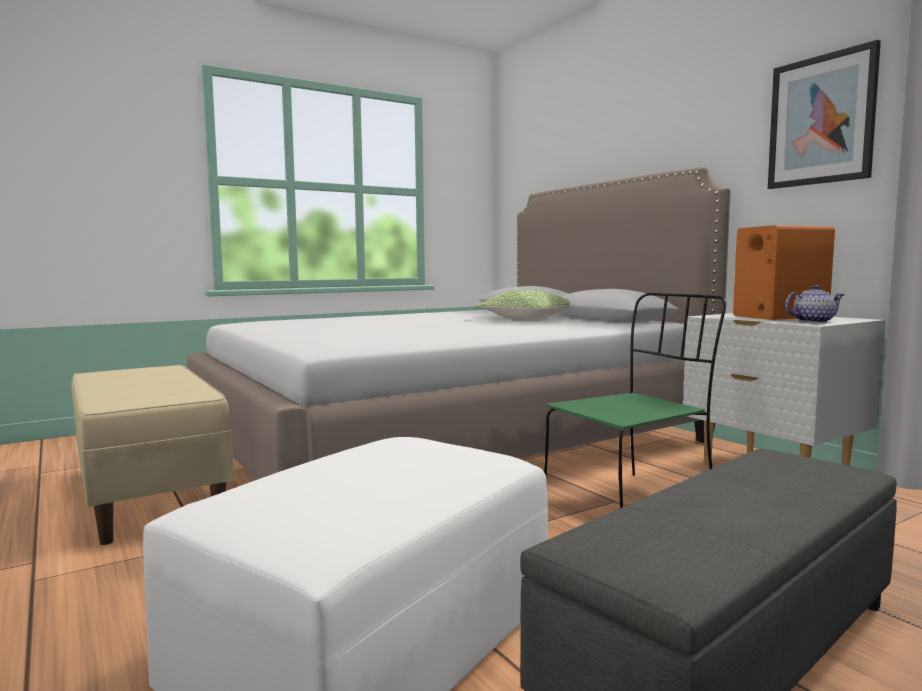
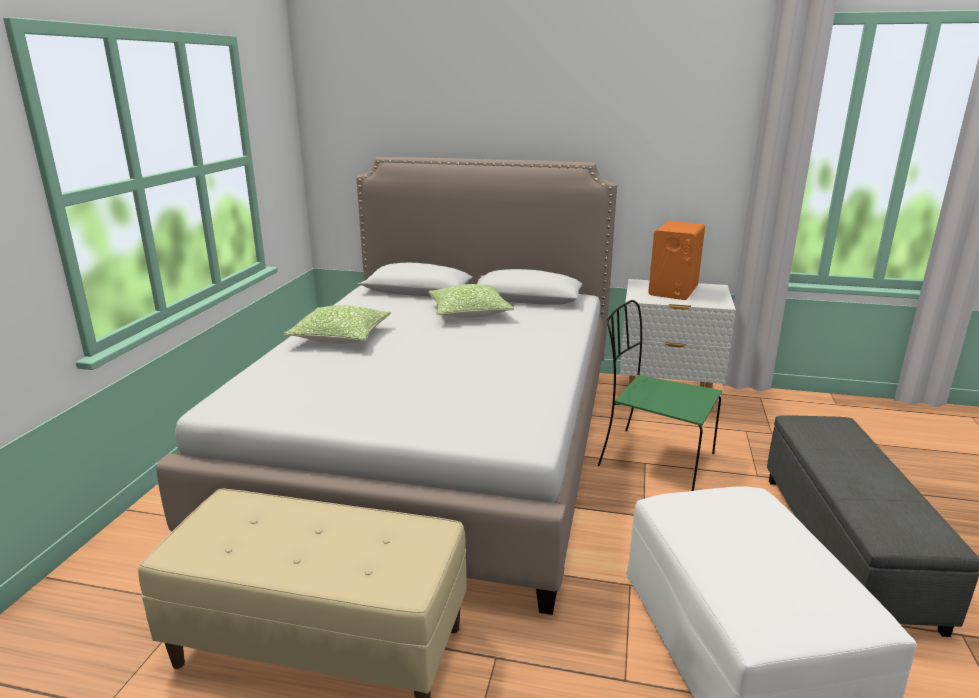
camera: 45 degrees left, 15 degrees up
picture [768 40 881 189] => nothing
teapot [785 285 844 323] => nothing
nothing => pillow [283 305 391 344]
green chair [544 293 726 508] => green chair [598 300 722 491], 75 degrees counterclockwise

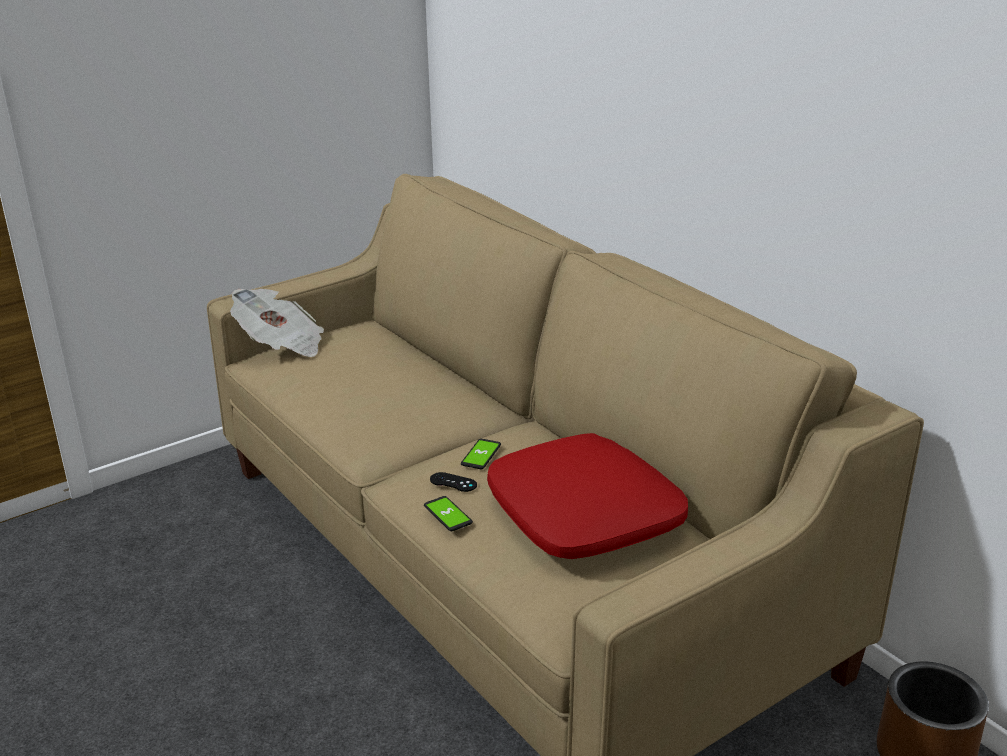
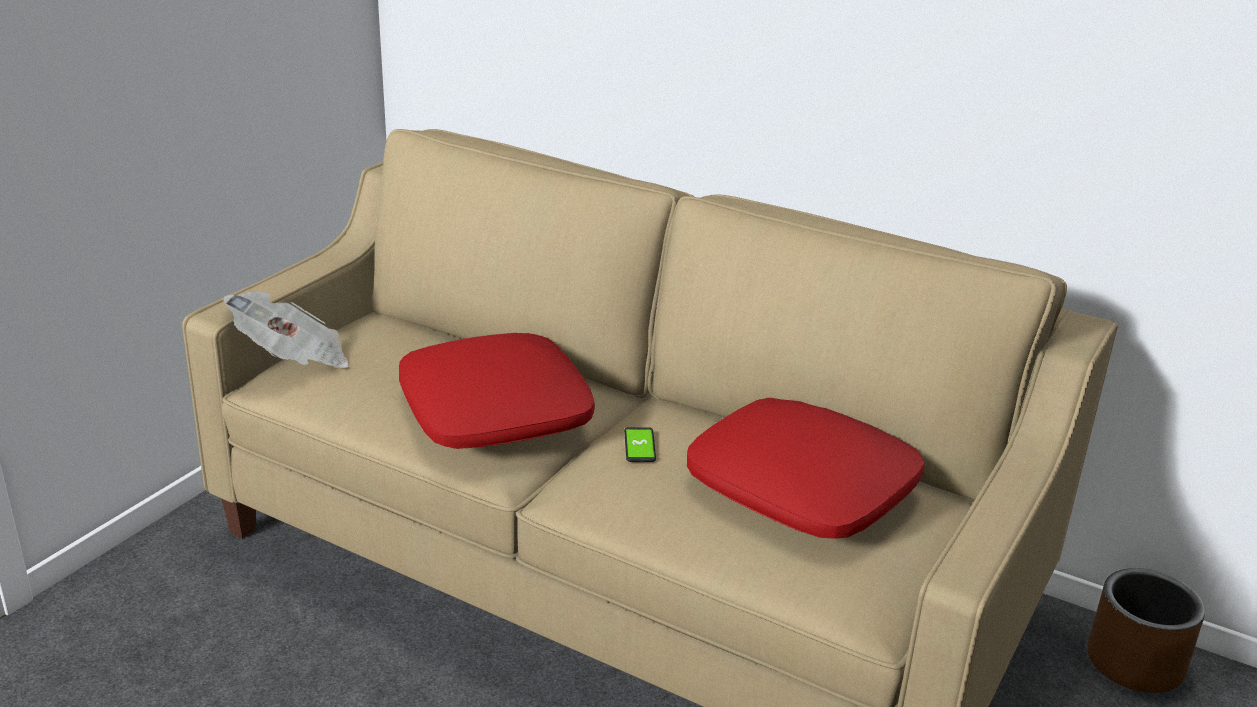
camera: 25 degrees left, 0 degrees up
phone [424 496 473 531] => nothing
black game controller [430 472 477 492] => nothing
nothing => red pillow [399 333 595 449]

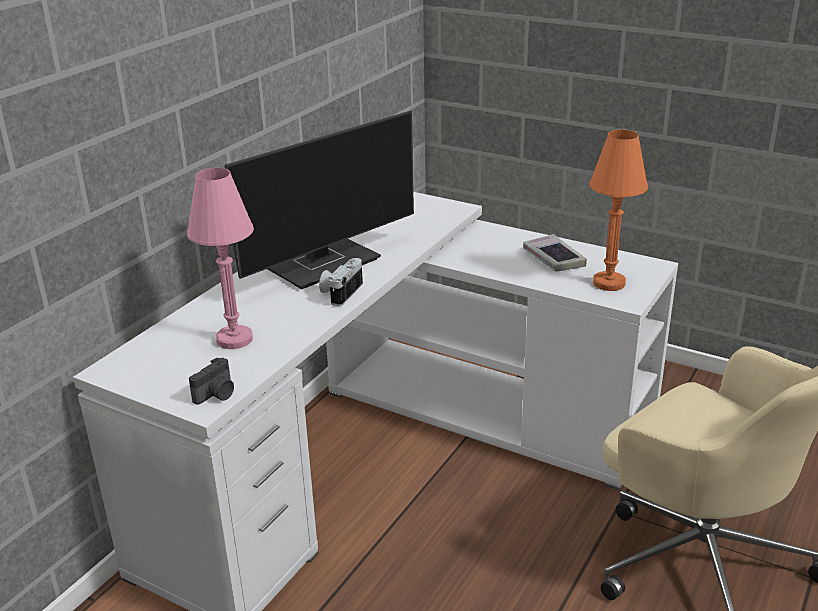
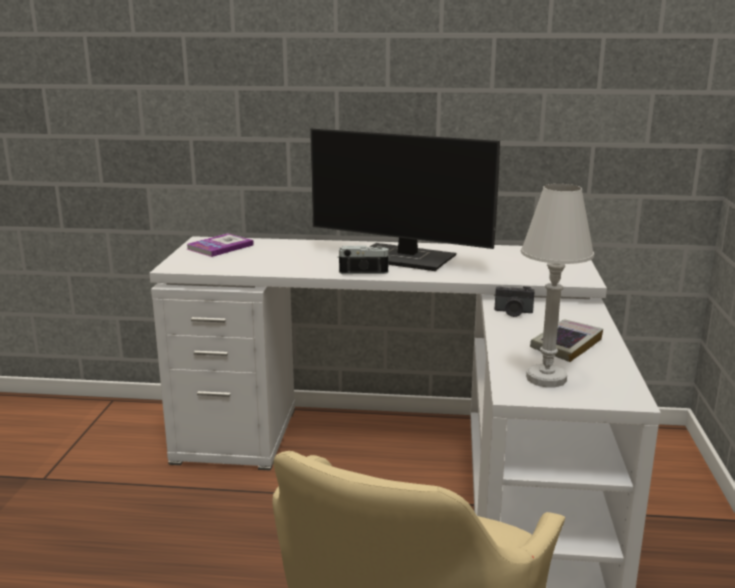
camera: 65 degrees right, 10 degrees down
pink table lamp [187 168 254 349] => nothing
nothing => book [187 233 254 257]
photo camera [189 358 234 405] => photo camera [495 286 535 317], moved
orange table lamp [589 130 648 291] => white table lamp [520 184 594 387]

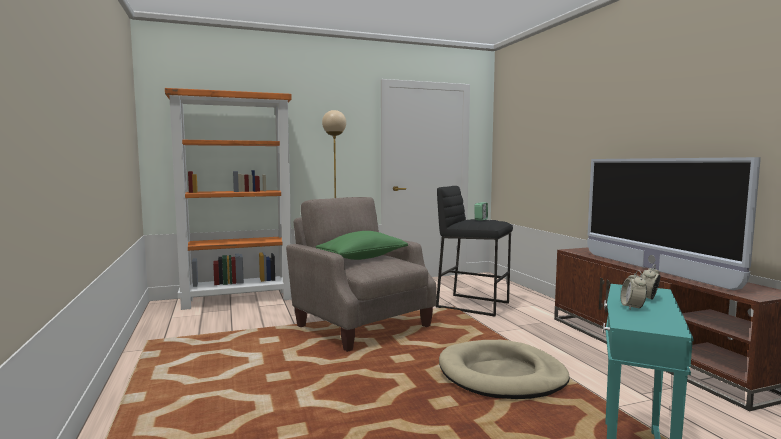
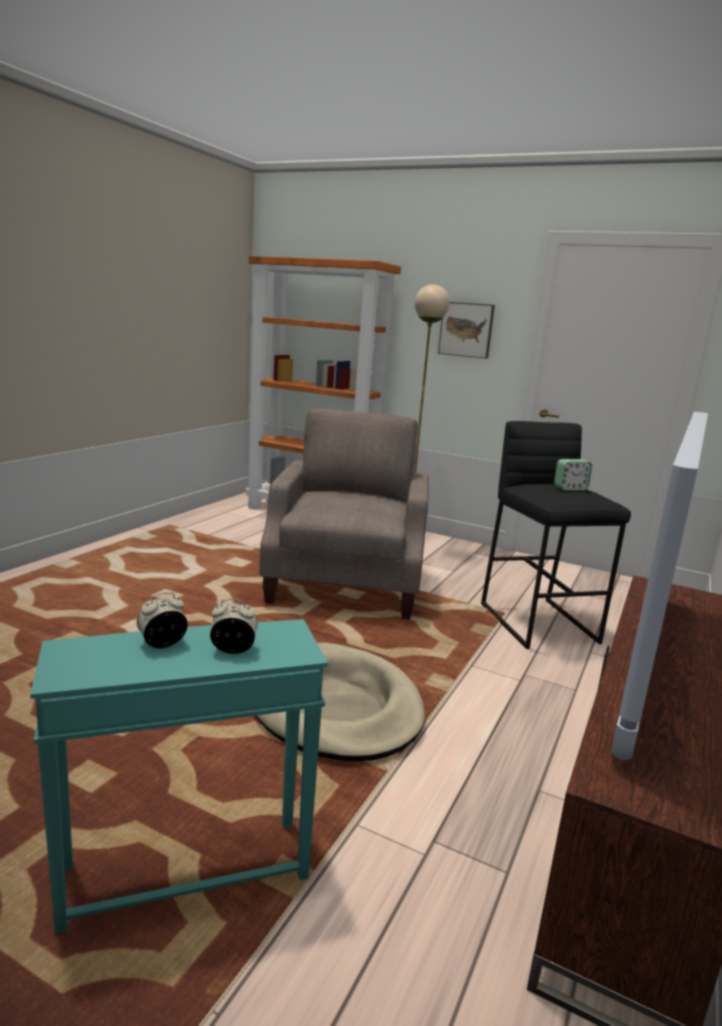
camera: 45 degrees right, 10 degrees up
green pillow [316 231 408 260] => nothing
nothing => picture [438 302 495 359]

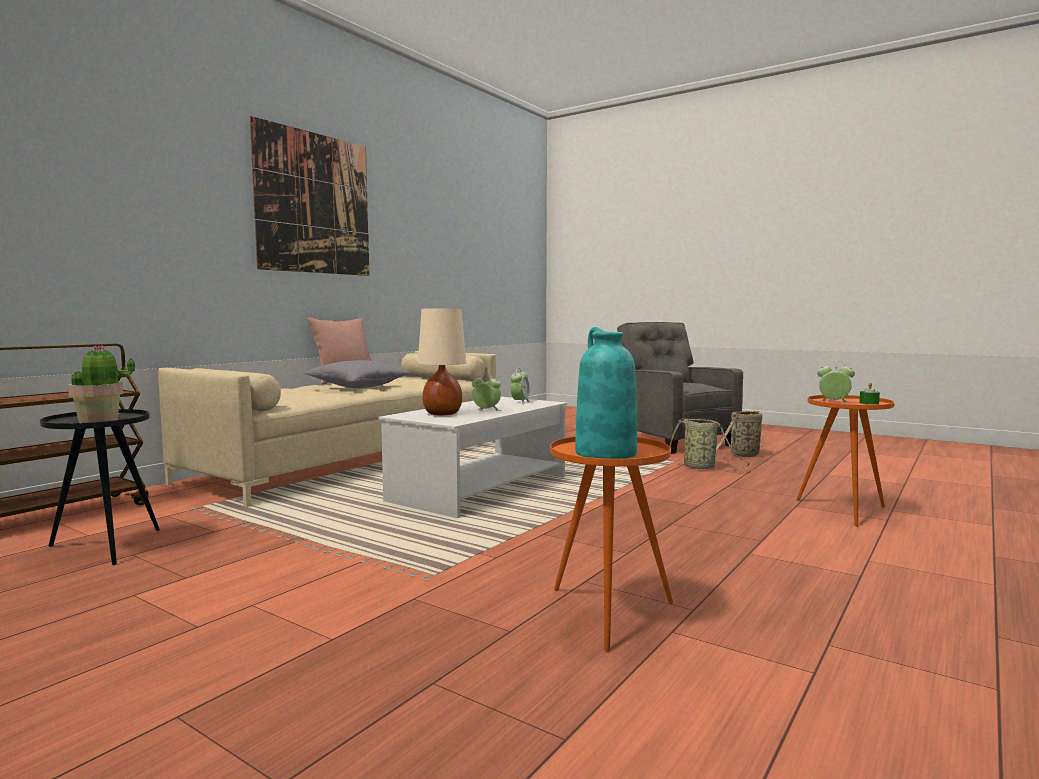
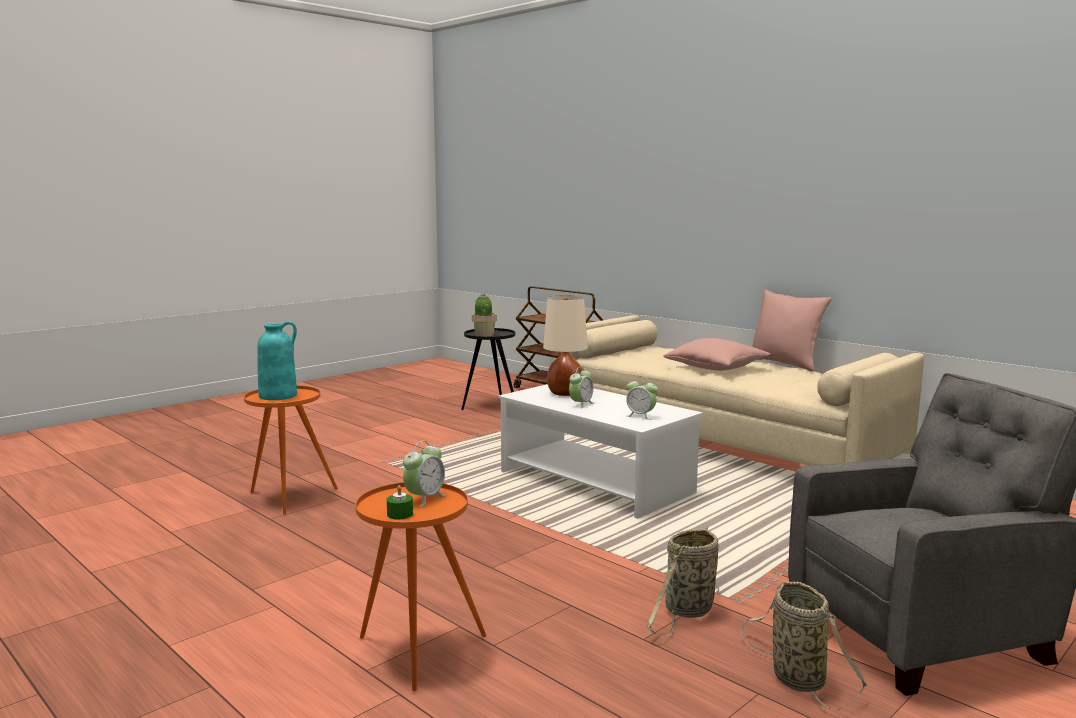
camera: 100 degrees right, 5 degrees up
picture [250 116 369 276] => nothing
grey pillow [305 360 410 388] => pink pillow [663 338 771 371]

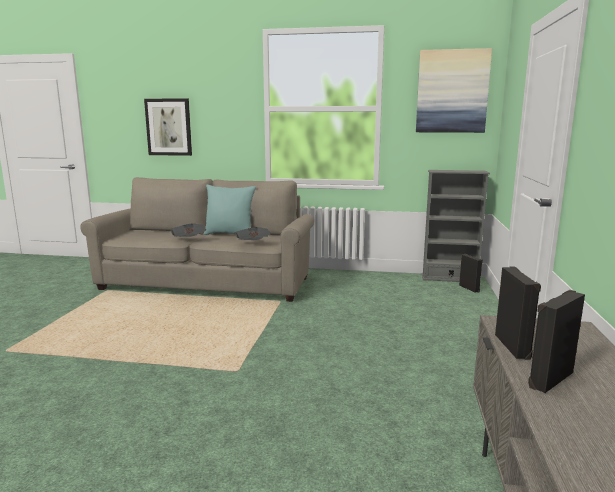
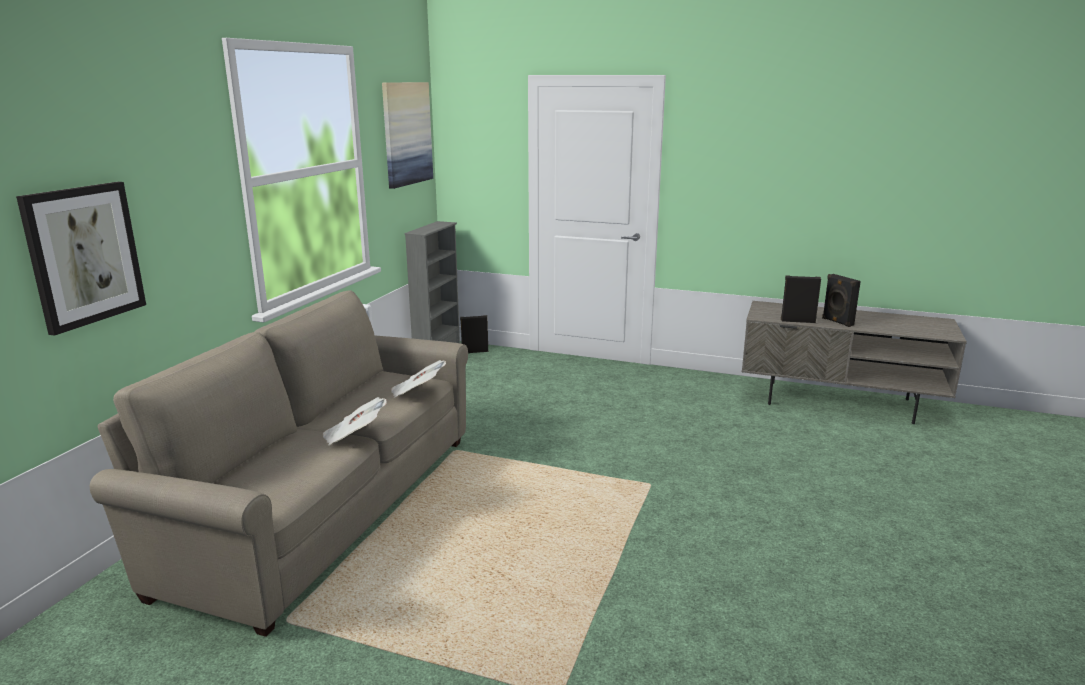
camera: 80 degrees left, 5 degrees up
turquoise pillow [204 185 256 235] => nothing

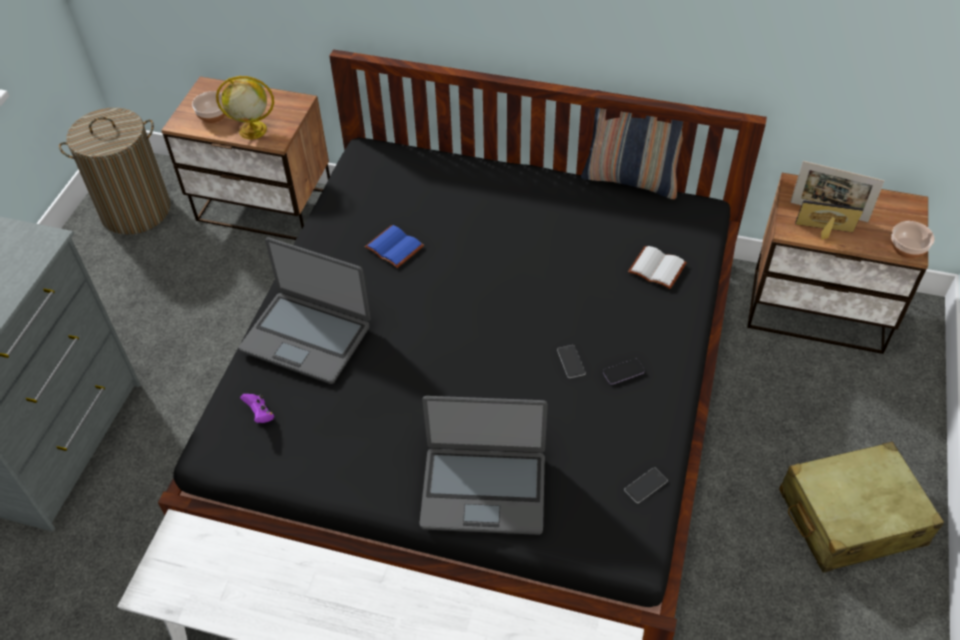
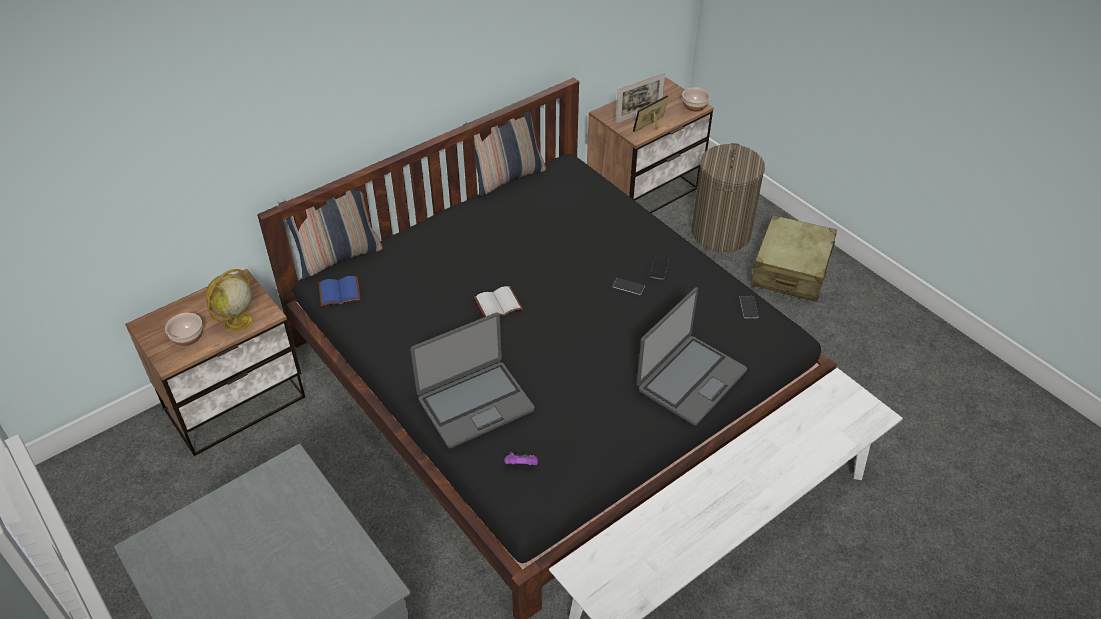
camera: 55 degrees left, 5 degrees down
nothing => pillow [279 189 383 279]
laundry basket [59 108 171 234] => laundry basket [692 143 765 252], moved
blue book [365 225 424 268] => blue book [319 276 361 307], moved
white book [628 246 687 289] => white book [474 286 523 317], moved

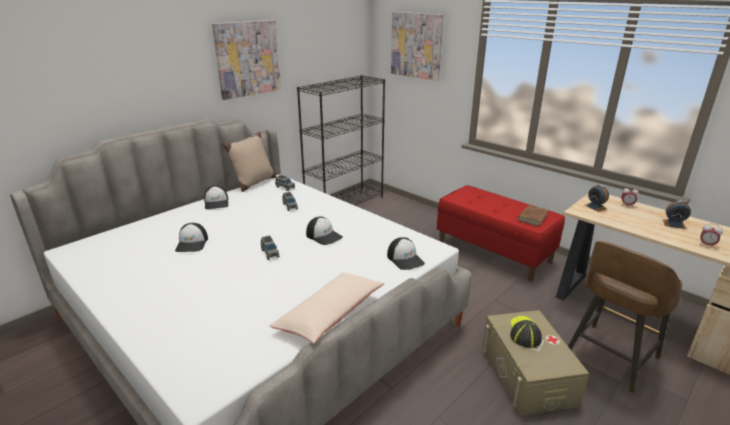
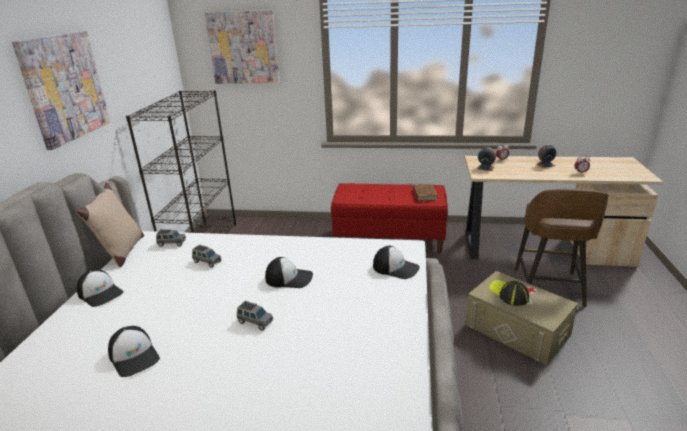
camera: 35 degrees left, 0 degrees up
beige pillow [269 273 384 343] => nothing

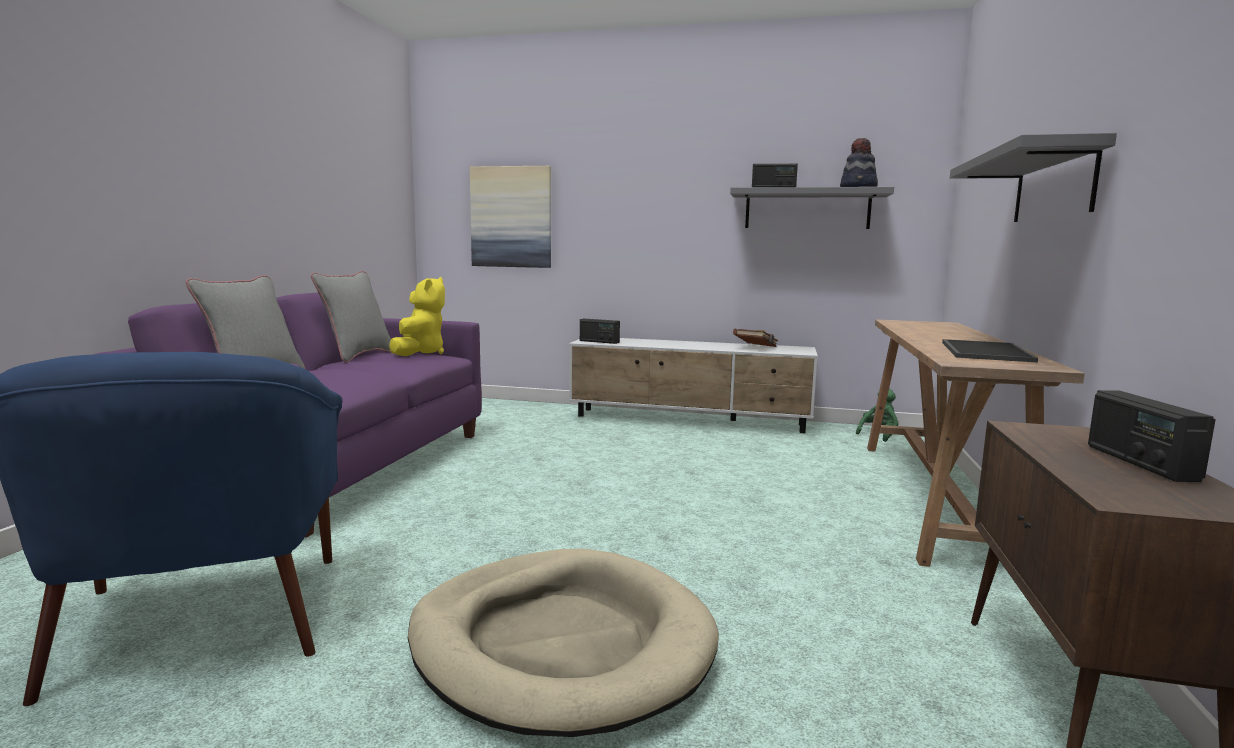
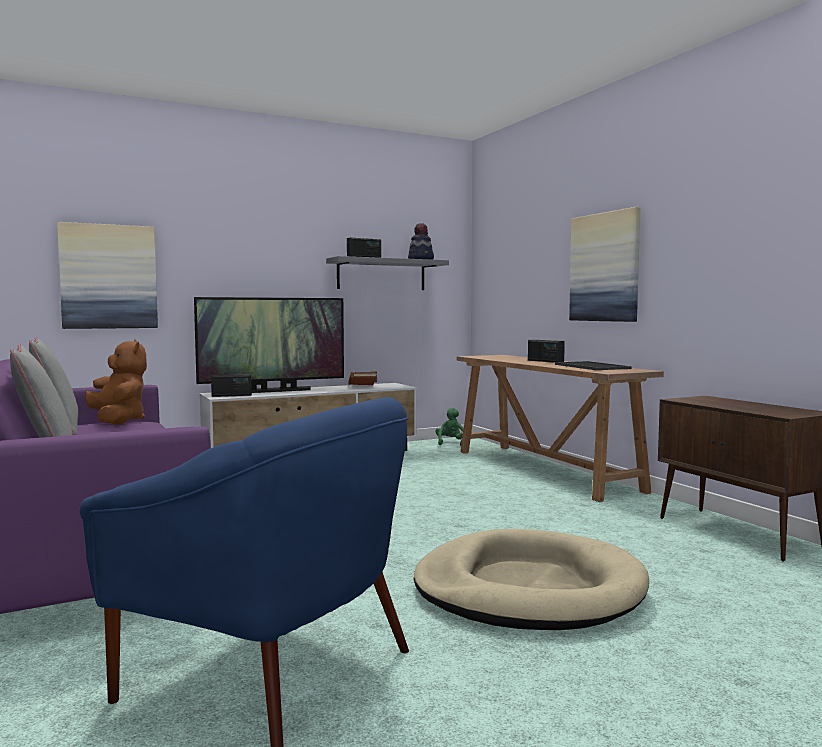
camera: 40 degrees left, 5 degrees down
nothing => television [194 297 344 393]
radio [1088 390 1216 482] => radio [528 340 565 363], moved
grey shelf [950 133 1117 222] => picture [569 207 640 322]
yellow plush toy [389 277 445 356] => brown plush toy [85 339 147 425]

